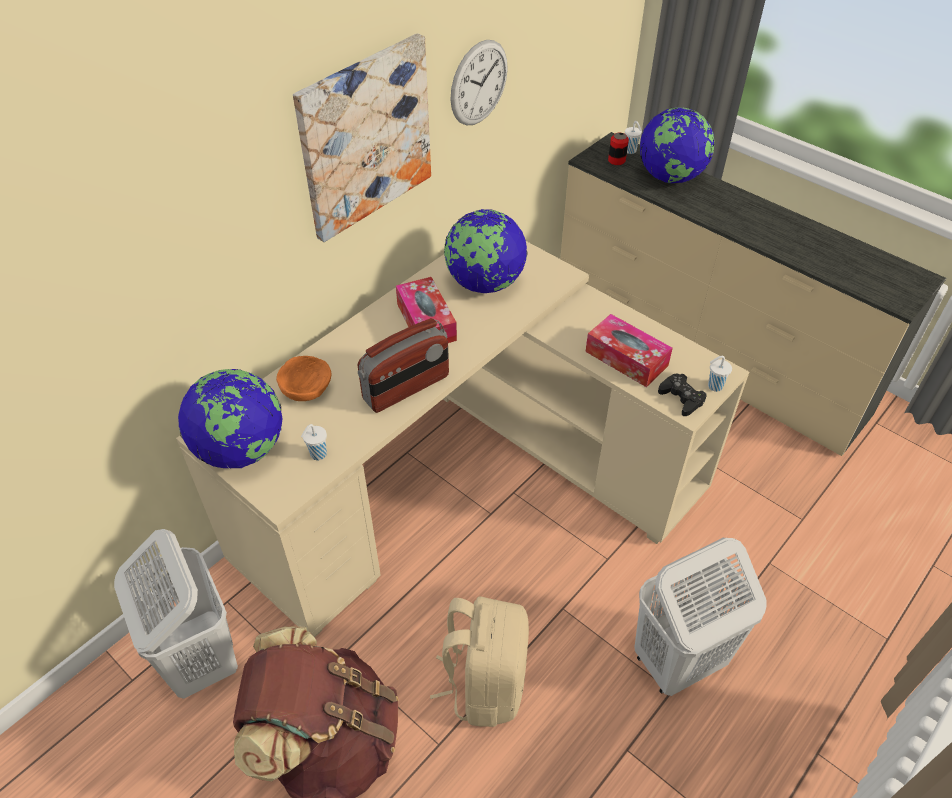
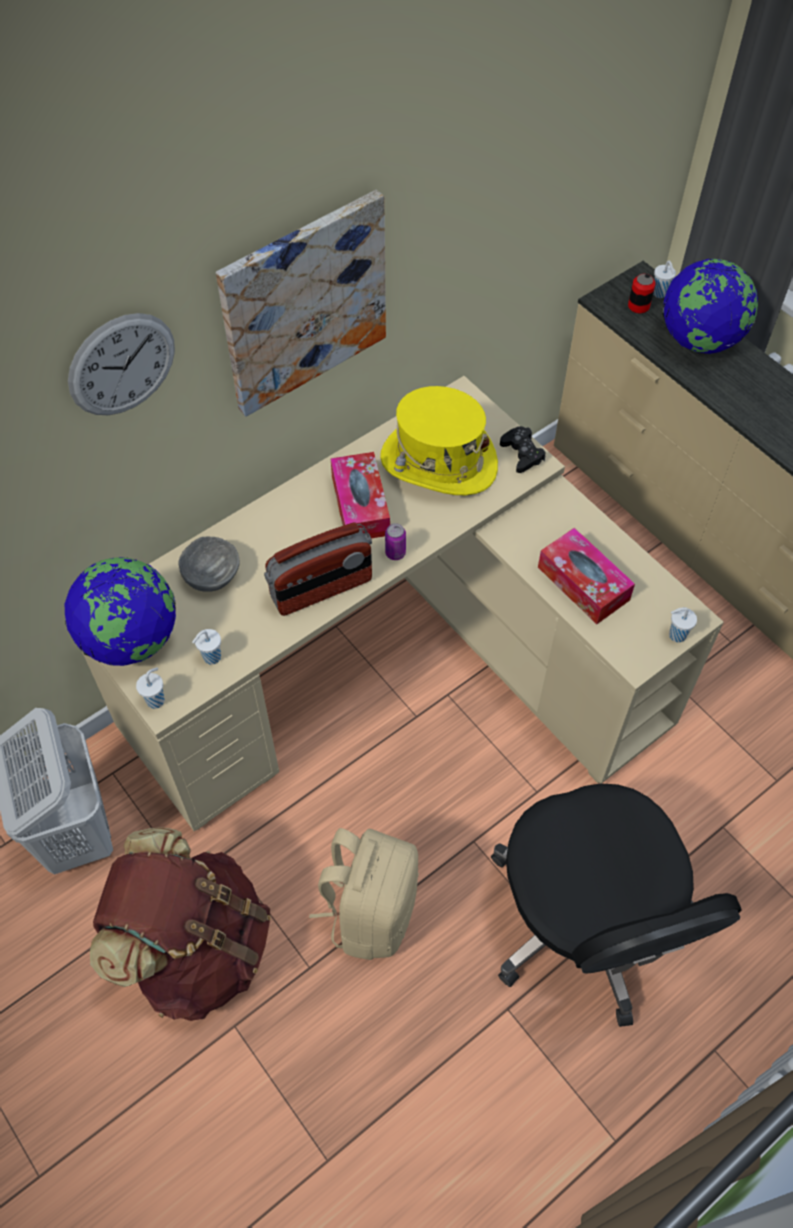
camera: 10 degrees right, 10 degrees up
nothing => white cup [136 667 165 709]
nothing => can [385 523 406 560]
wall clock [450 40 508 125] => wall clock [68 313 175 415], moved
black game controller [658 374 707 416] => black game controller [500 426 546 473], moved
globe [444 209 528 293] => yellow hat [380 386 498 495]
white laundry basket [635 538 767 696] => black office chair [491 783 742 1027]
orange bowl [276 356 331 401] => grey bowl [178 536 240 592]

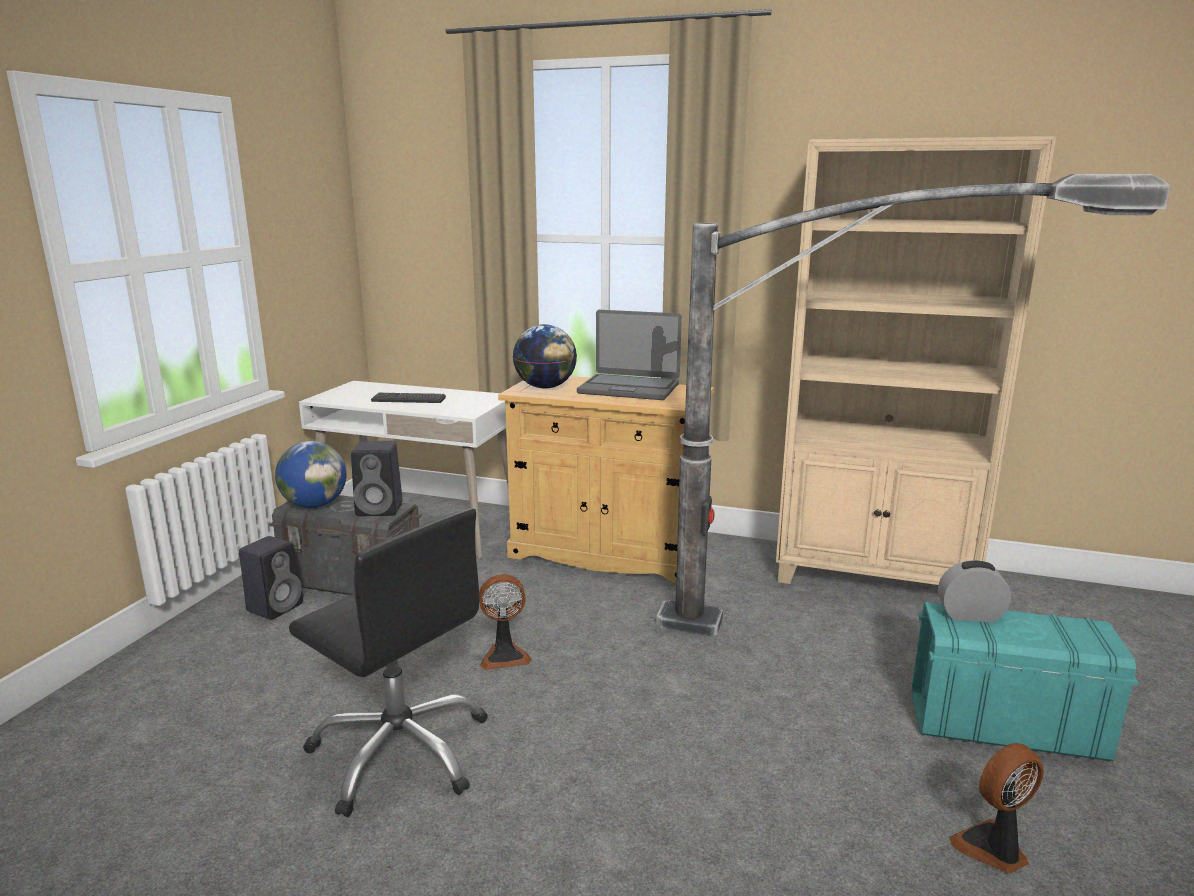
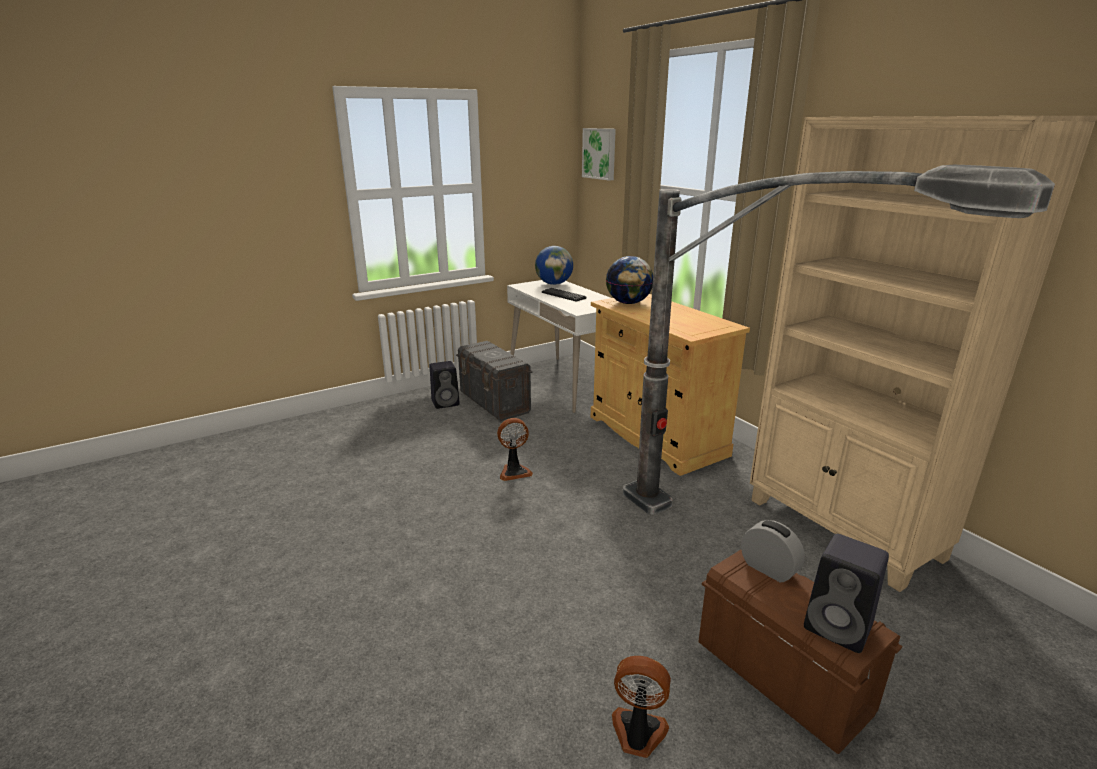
camera: 40 degrees right, 5 degrees up
black office chair [289 508 488 817] => nothing
laptop [577 310 682 400] => nothing
nothing => picture [582 128 616 181]
globe [275 441 347 508] => globe [535 246 573 285], moved
black speaker [351 441 403 516] => black speaker [804 534 889 653], moved
turquoise storage box [912 602 1139 761] => brown storage box [699 550 902 754]
fan [479 574 532 670] => fan [497 418 533 481], 45 degrees counterclockwise

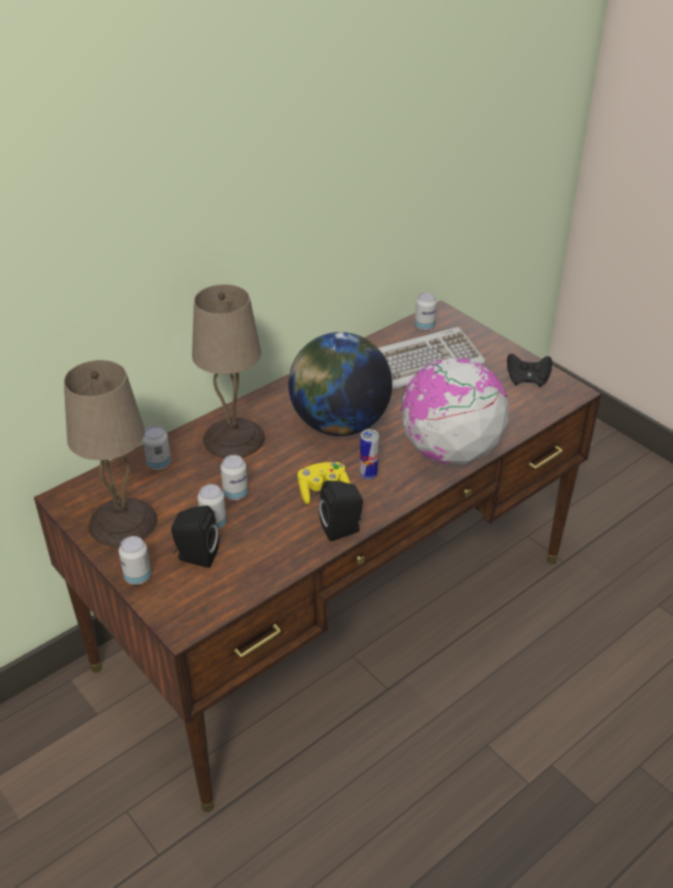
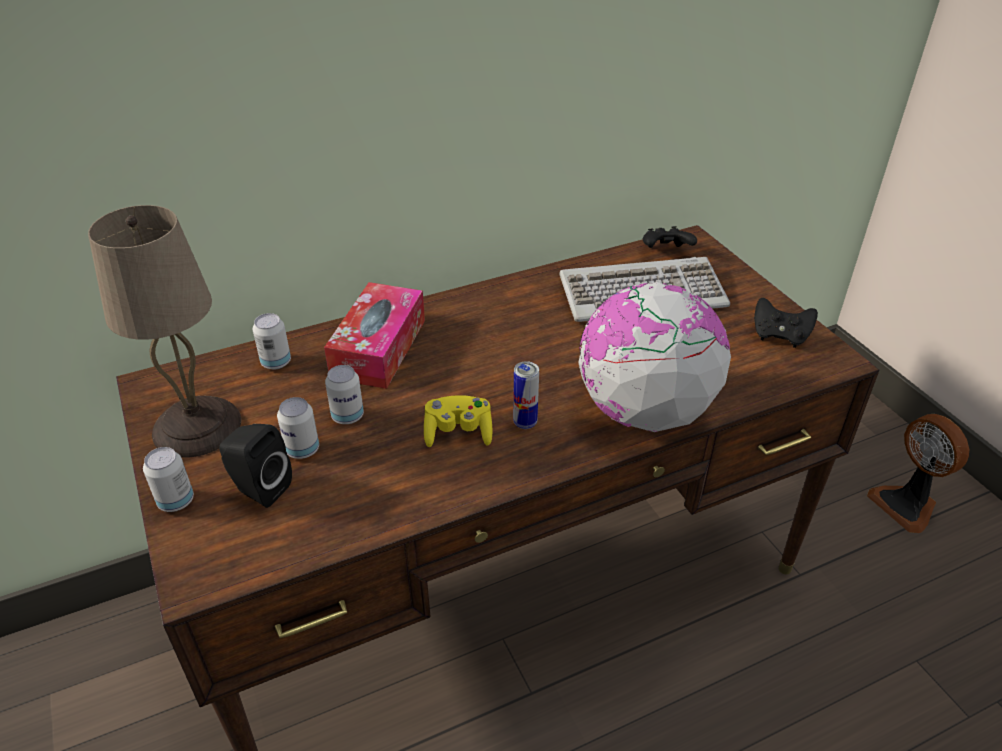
camera: 15 degrees right, 0 degrees up
globe [288 332 392 436] => nothing
black speaker [319 481 363 541] => nothing
nothing => fan [867 414 969 533]
beige table lamp [192 284 265 458] => tissue box [324 282 425 389]
can [415 292 437 331] => black game controller [643 226 697 248]

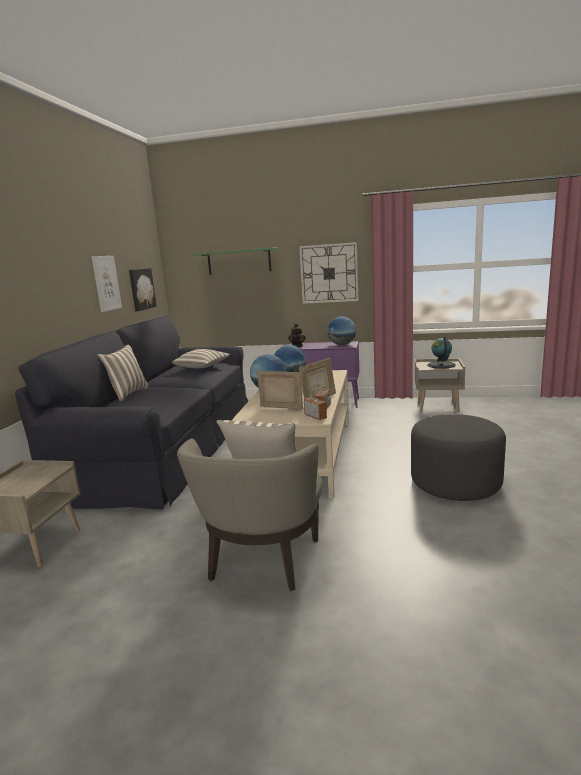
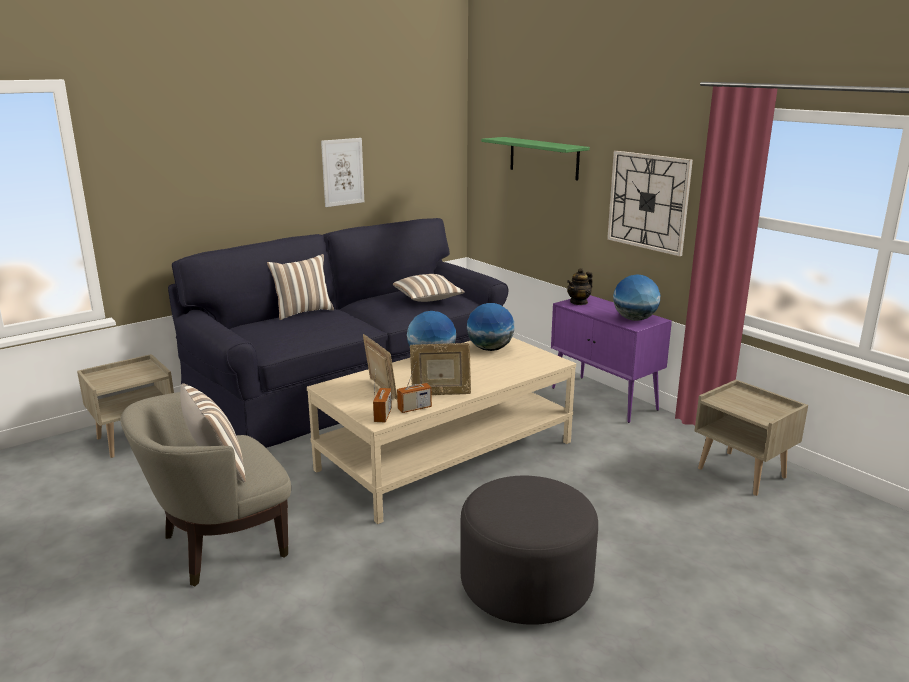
camera: 40 degrees right, 5 degrees up
picture [129 268 157 311] => nothing
globe [427 336 456 369] => nothing

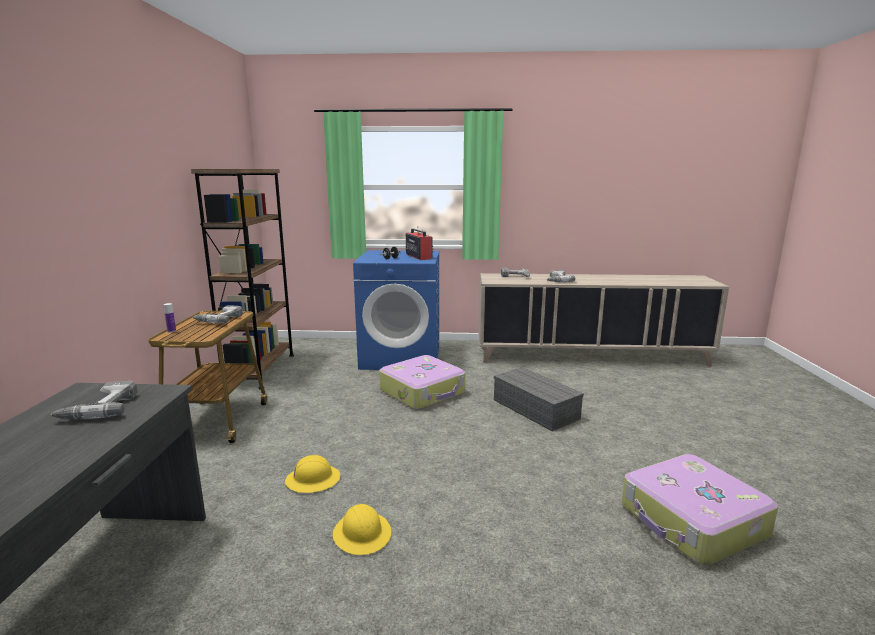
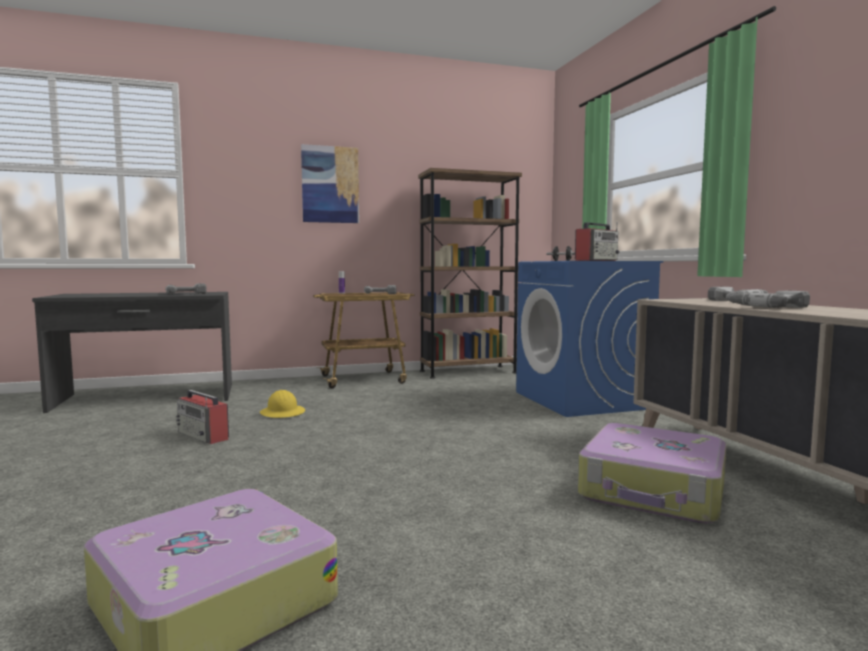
camera: 70 degrees right, 10 degrees down
grey storage box [494 367 584 431] => nothing
nothing => picture [301 144 359 223]
suitcase [379 355 466 410] => suitcase [578 423 727 524], moved
yellow hard hat [333 504 391 555] => radio [176 390 229 444]

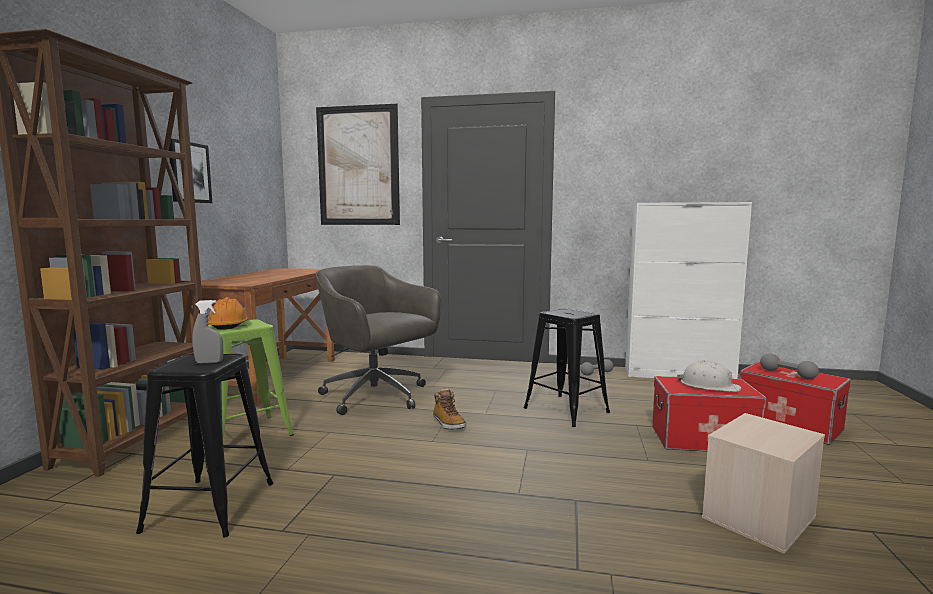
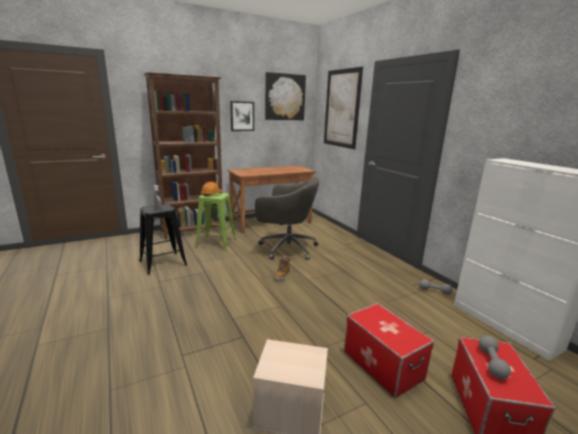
camera: 50 degrees right, 10 degrees up
black stool [524 308 610 427] => nothing
white hard hat [677 360 741 392] => nothing
nothing => picture [265 72 306 120]
grey office chair [315 265 442 415] => grey office chair [255 177 319 260], 105 degrees clockwise

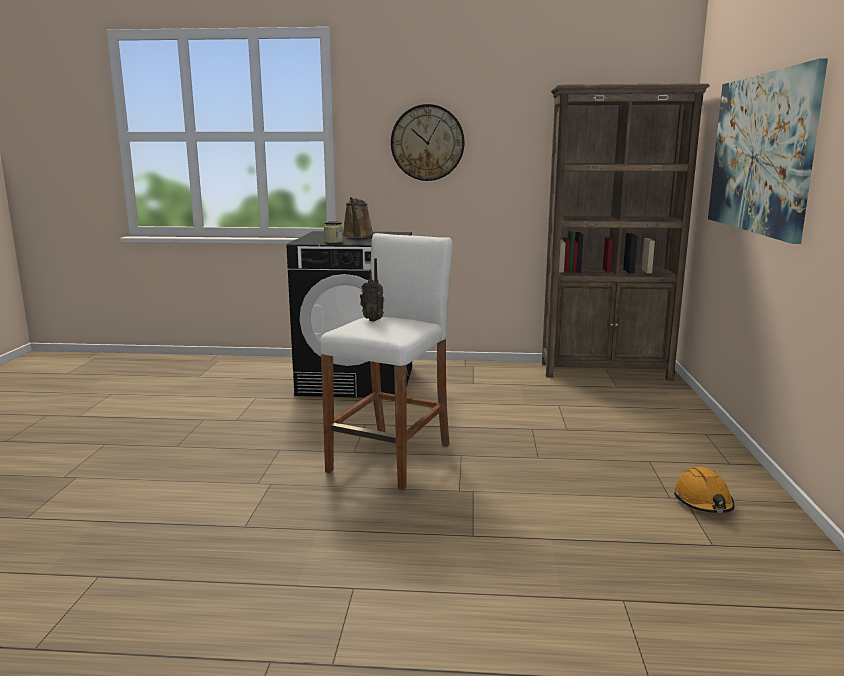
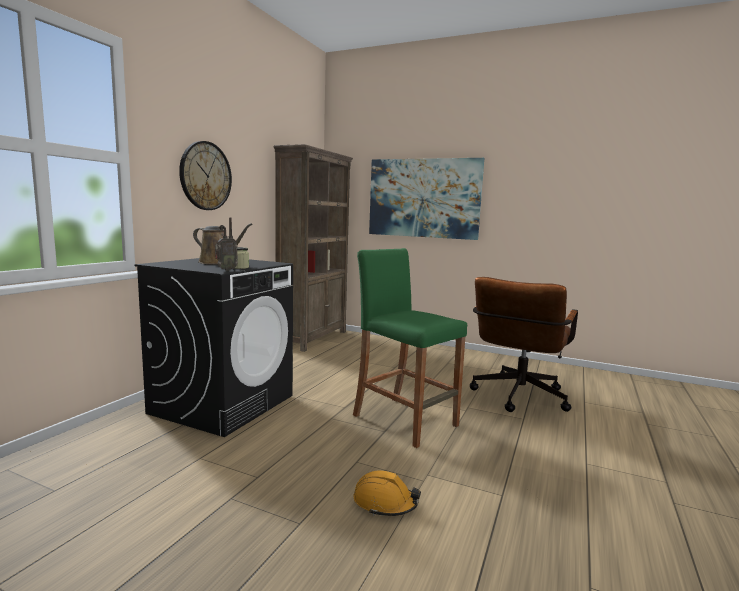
camera: 70 degrees left, 5 degrees down
nothing => brown office chair [470 277 578 412]
radio [360 258 384 322] => radio [215 217 238 271], moved
orange hard hat [674 467 734 513] => orange hard hat [354 470 421 516], moved
white stool [319 233 453 490] => green stool [353 248 467 448]

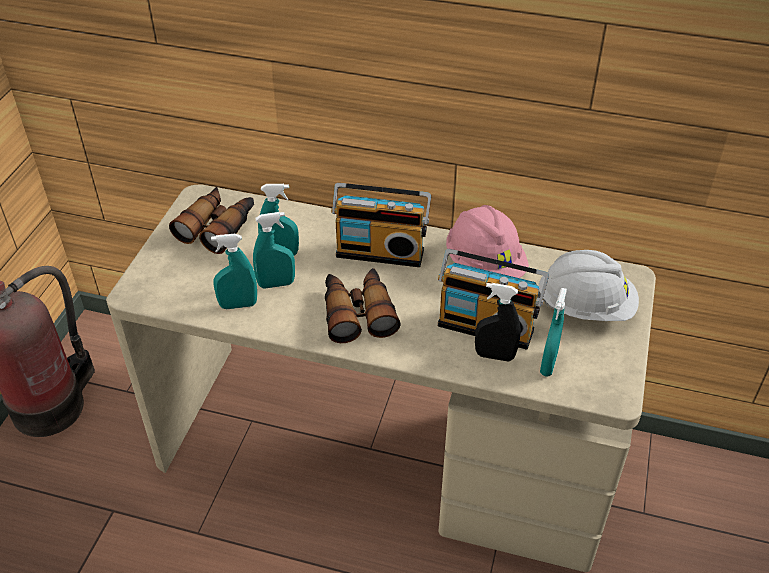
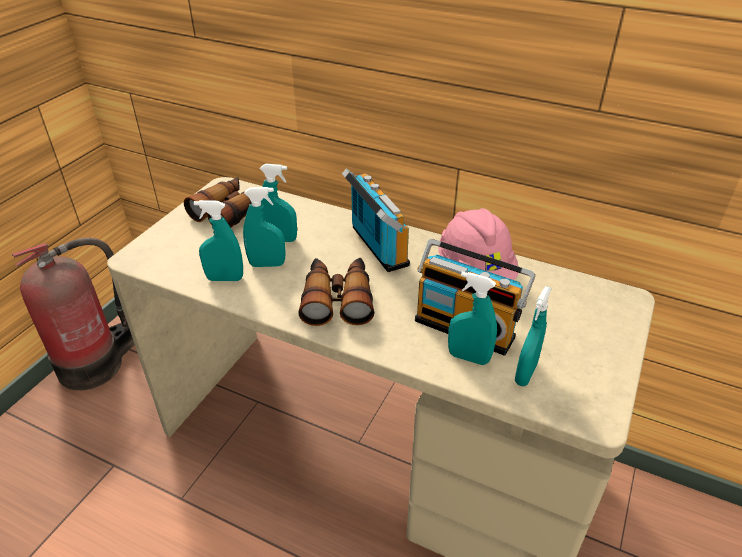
camera: 10 degrees right, 5 degrees down
white hard hat [538 250 639 321] => nothing
black spray bottle [475 283 521 362] => turquoise spray bottle [448 272 497 365]
radio [331 183 431 267] => radio [342 169 410 272], 135 degrees counterclockwise

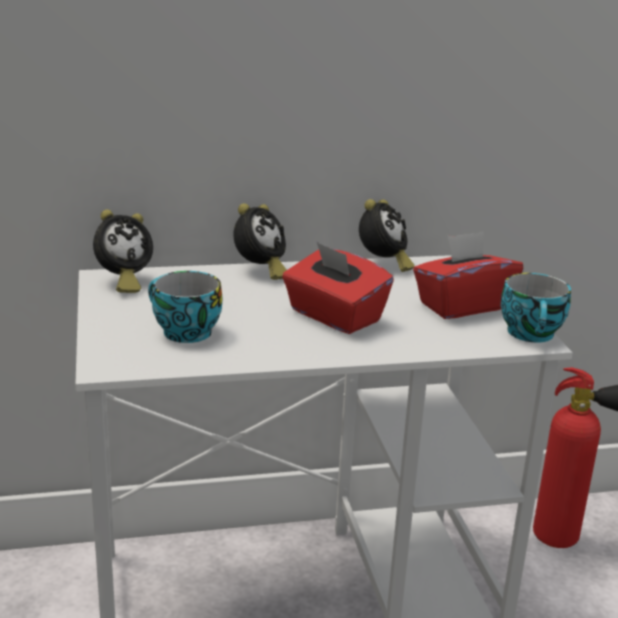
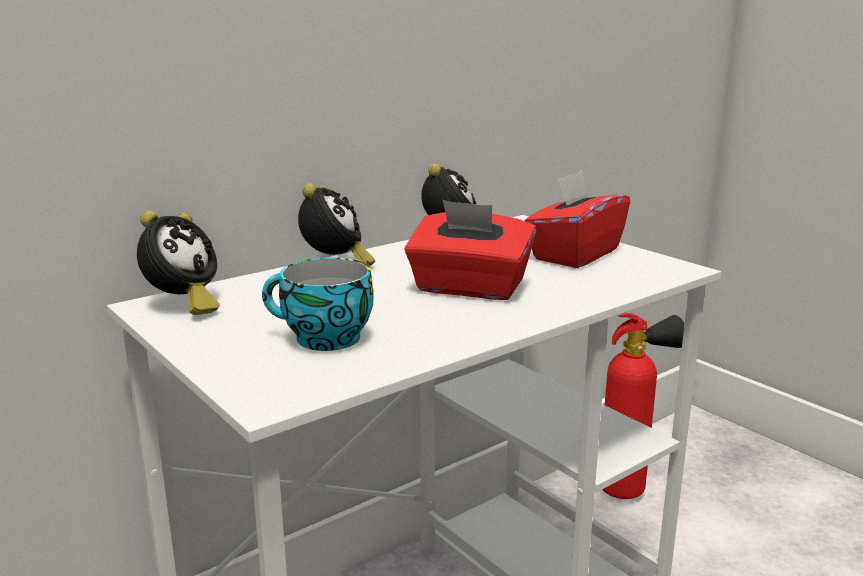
camera: 25 degrees left, 5 degrees down
cup [500 273 571 343] => nothing

